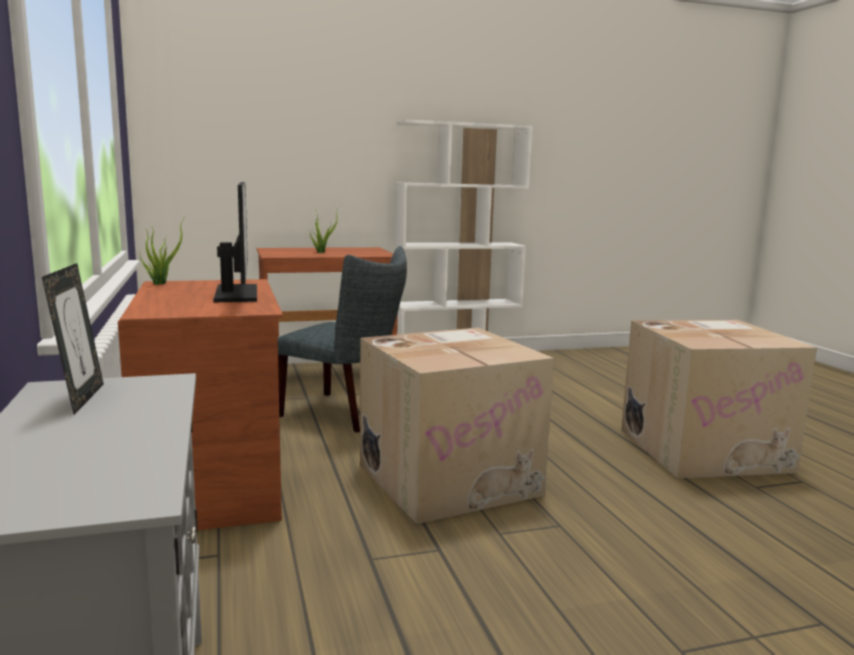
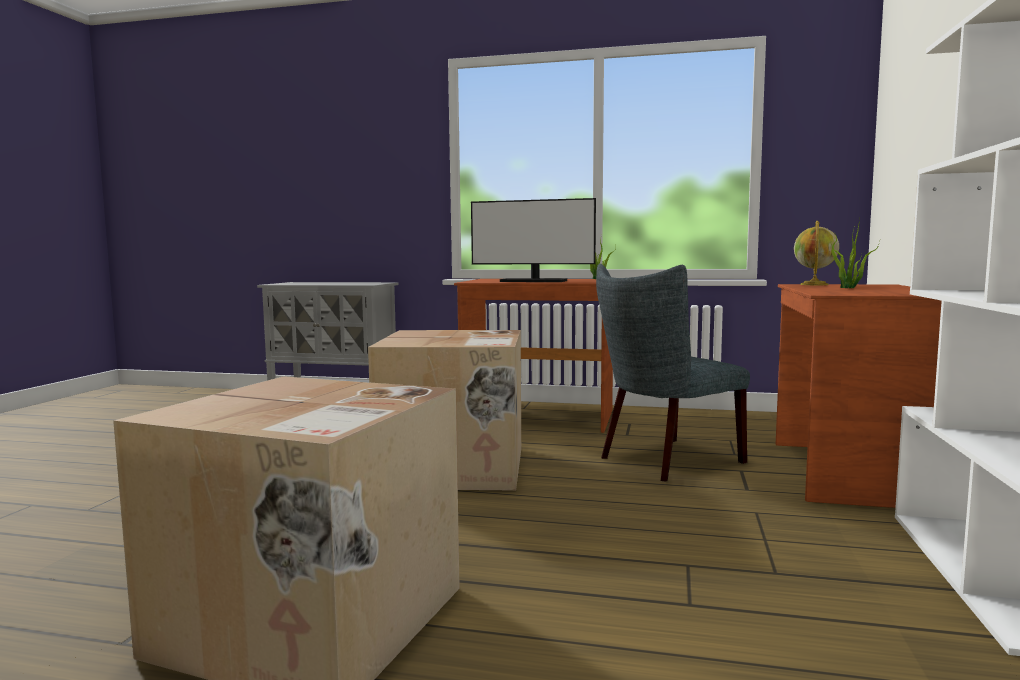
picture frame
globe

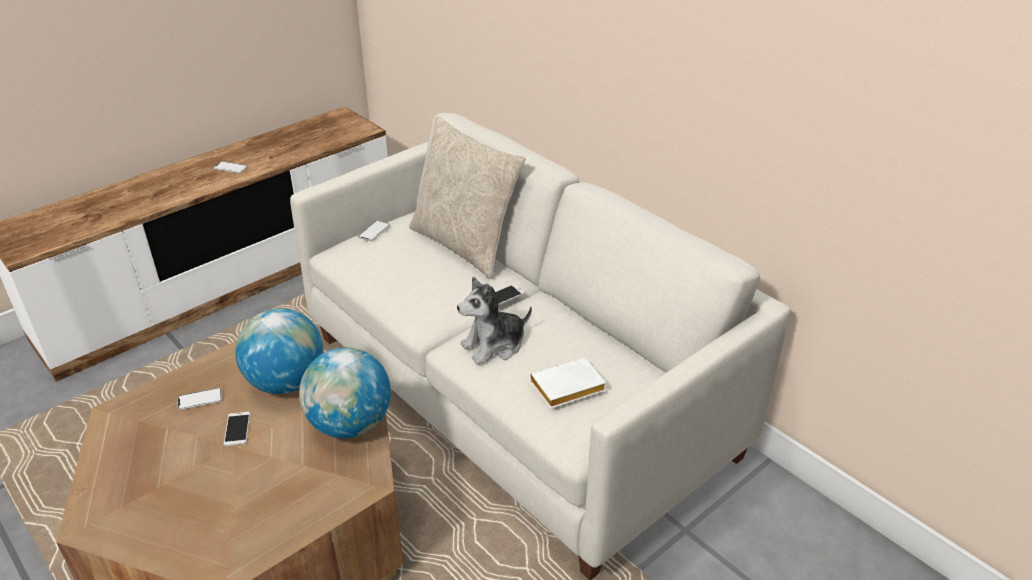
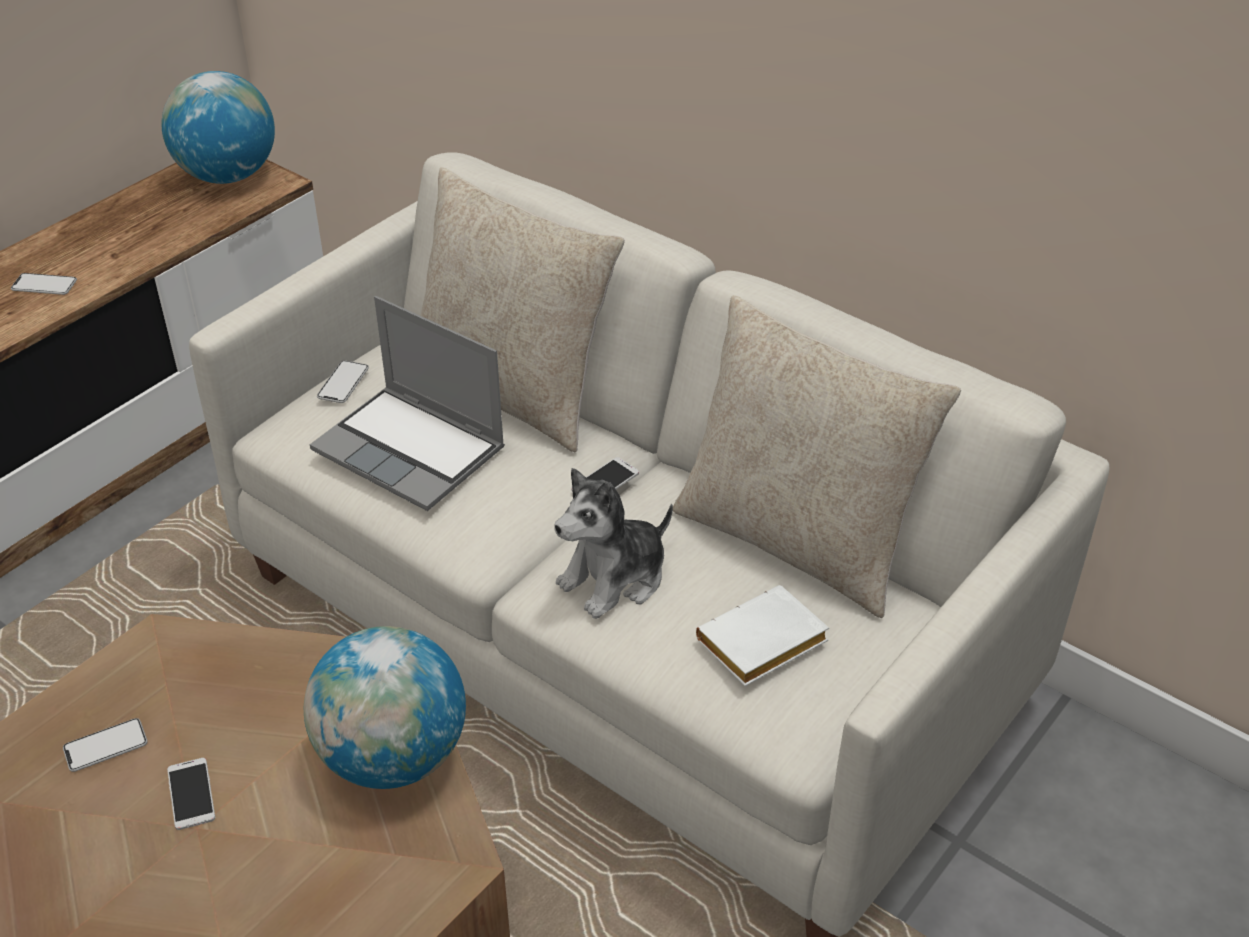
laptop
beige pillow (no. 2 from left)
globe (no. 1 from left)

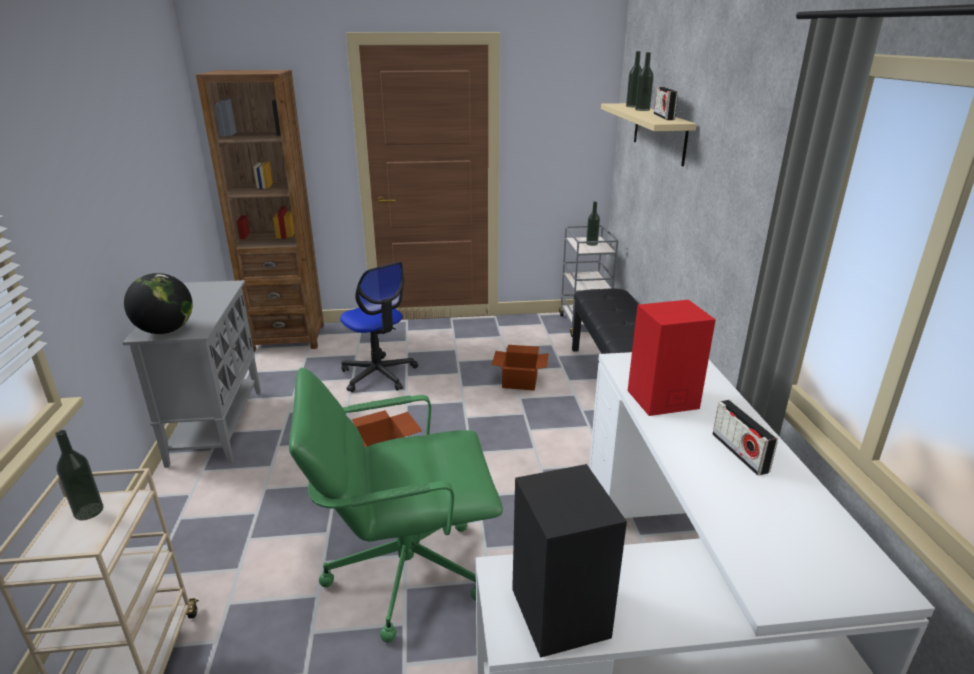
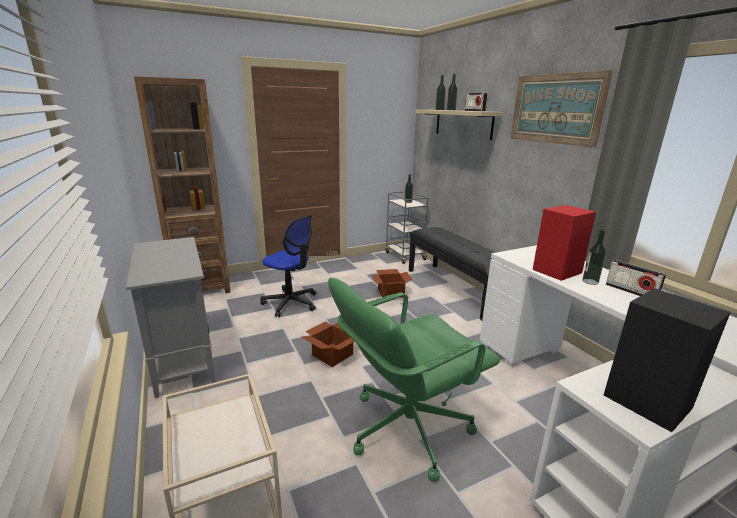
globe
picture
bottle (no. 4 from left)

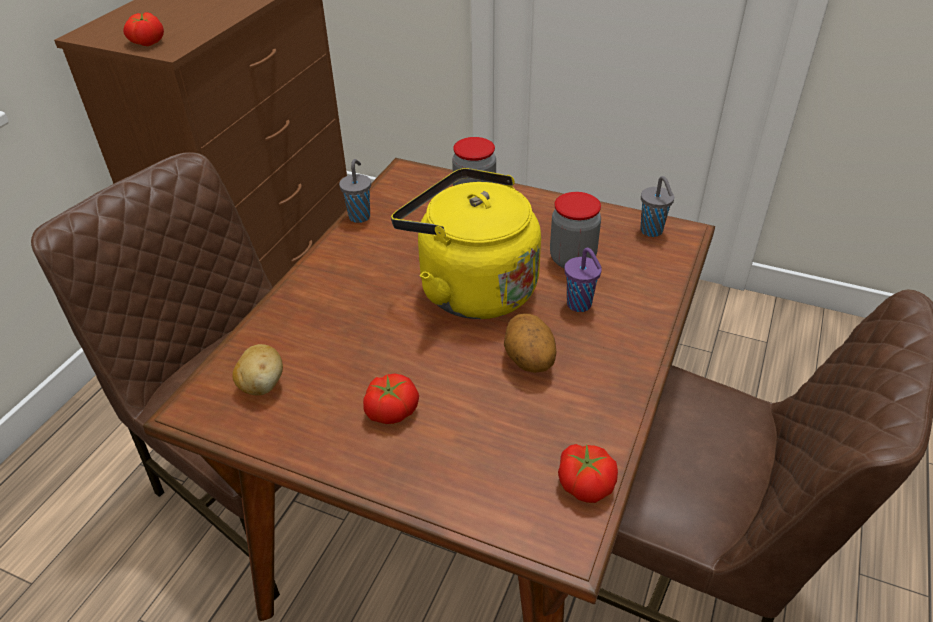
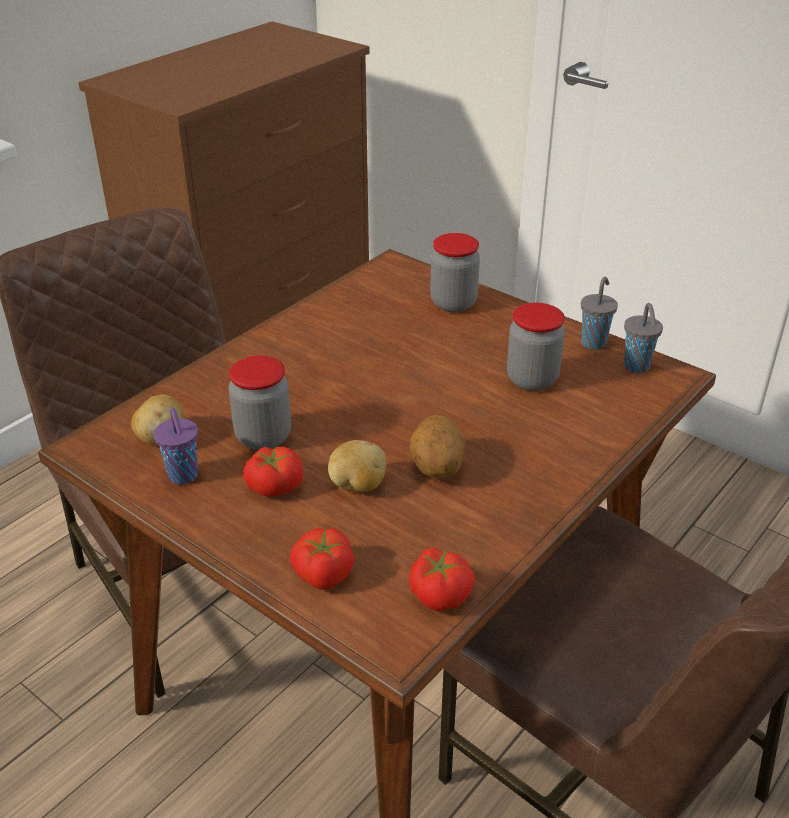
yellow kettle
jar (no. 1 from left)
potato (no. 2 from left)
tomato (no. 2 from left)
grey cup (no. 1 from left)
purple cup

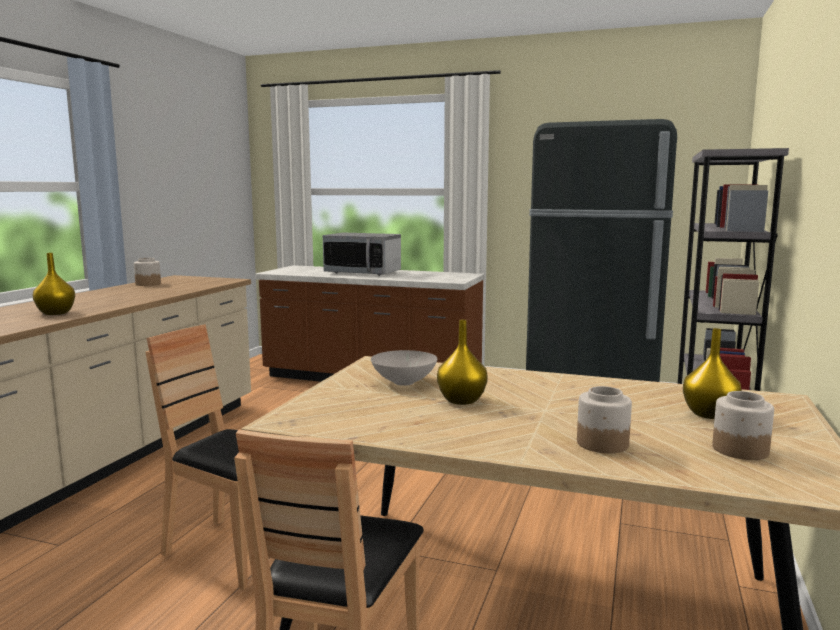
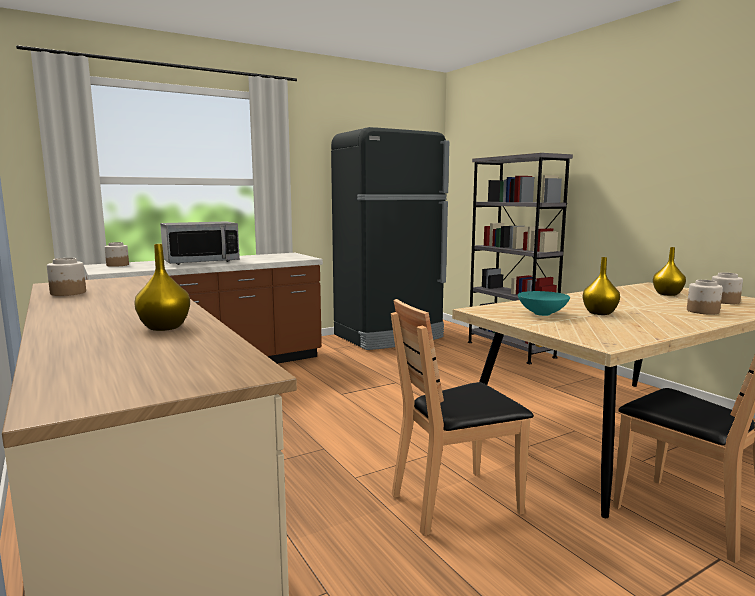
jar (no. 2 from left)
turquoise bowl

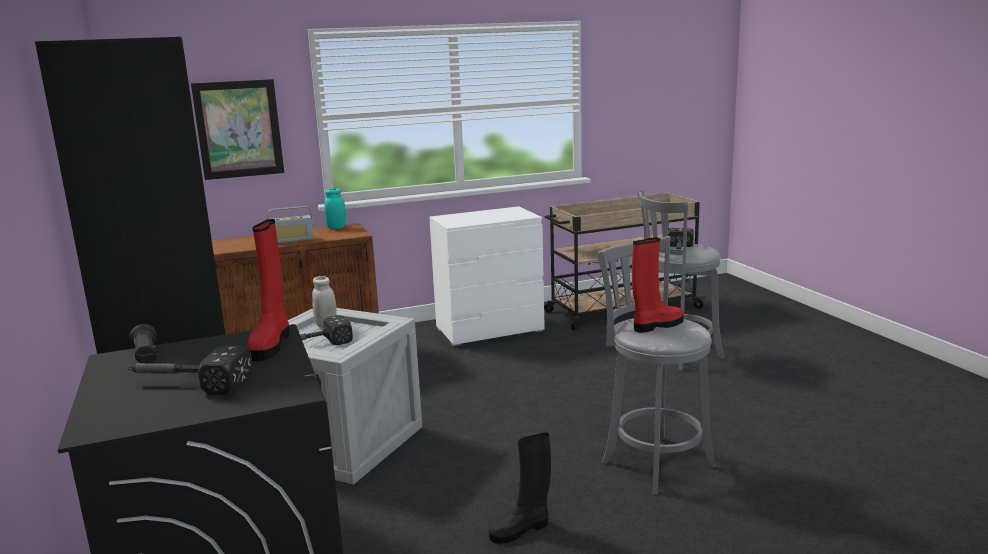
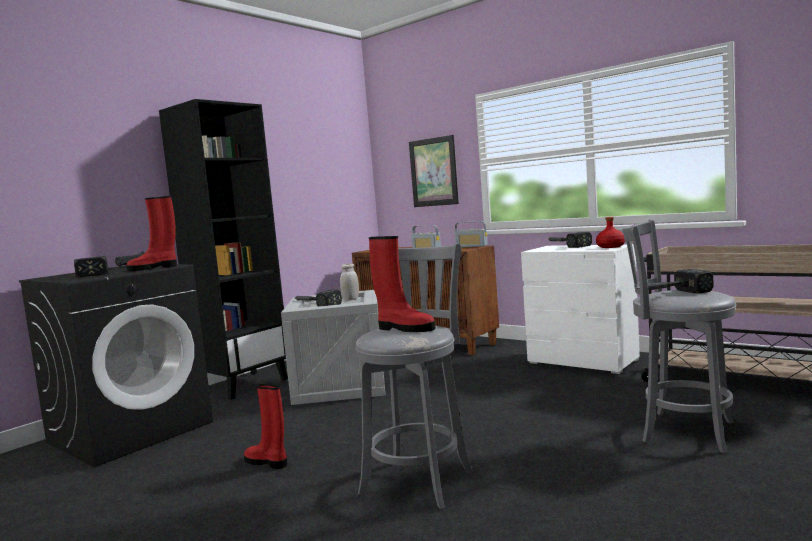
hammer (no. 3 from left)
red bottle
radio (no. 2 from left)
red boot (no. 2 from left)

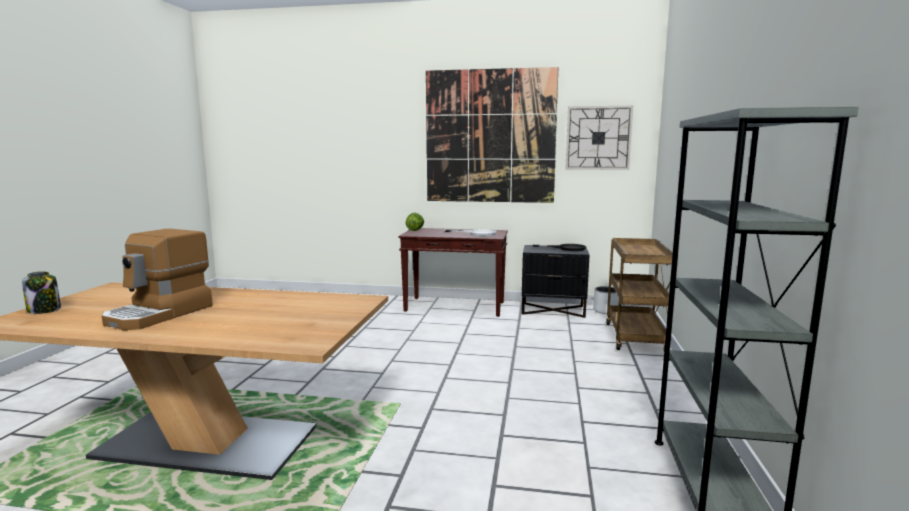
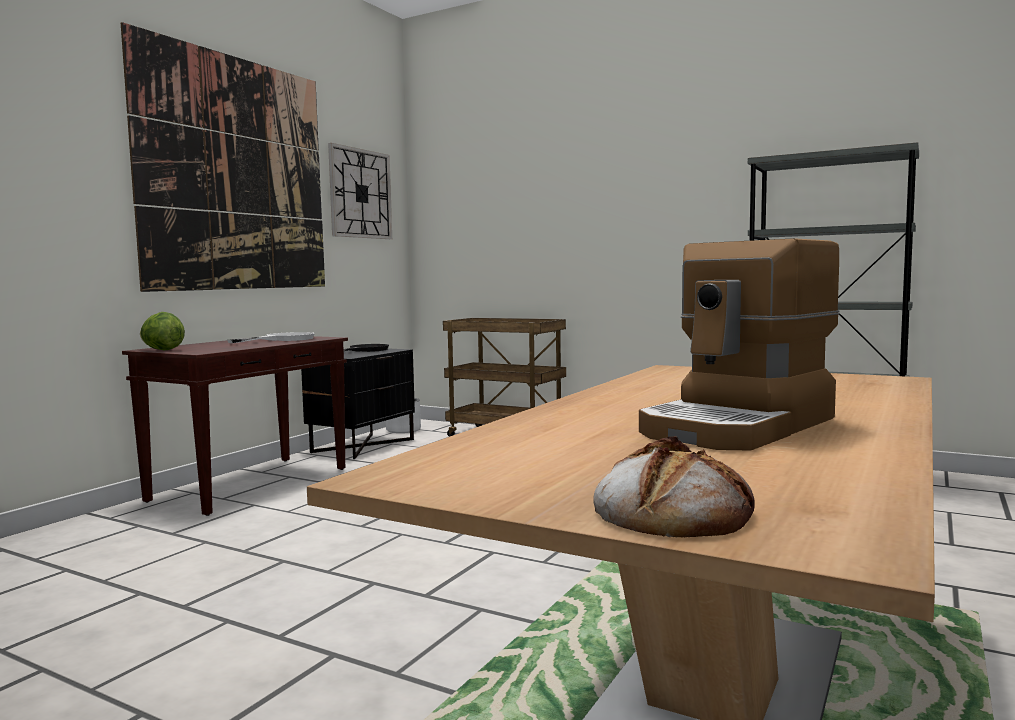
bread
coffee machine

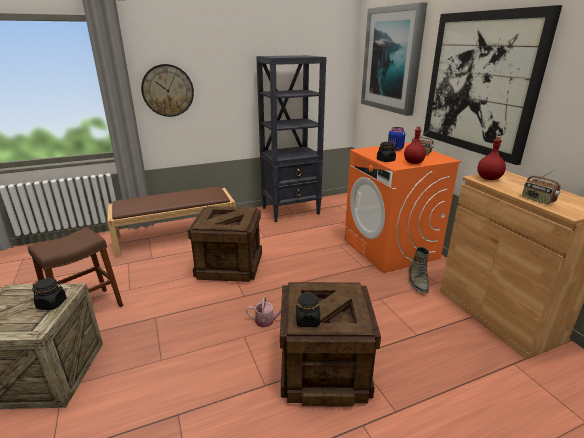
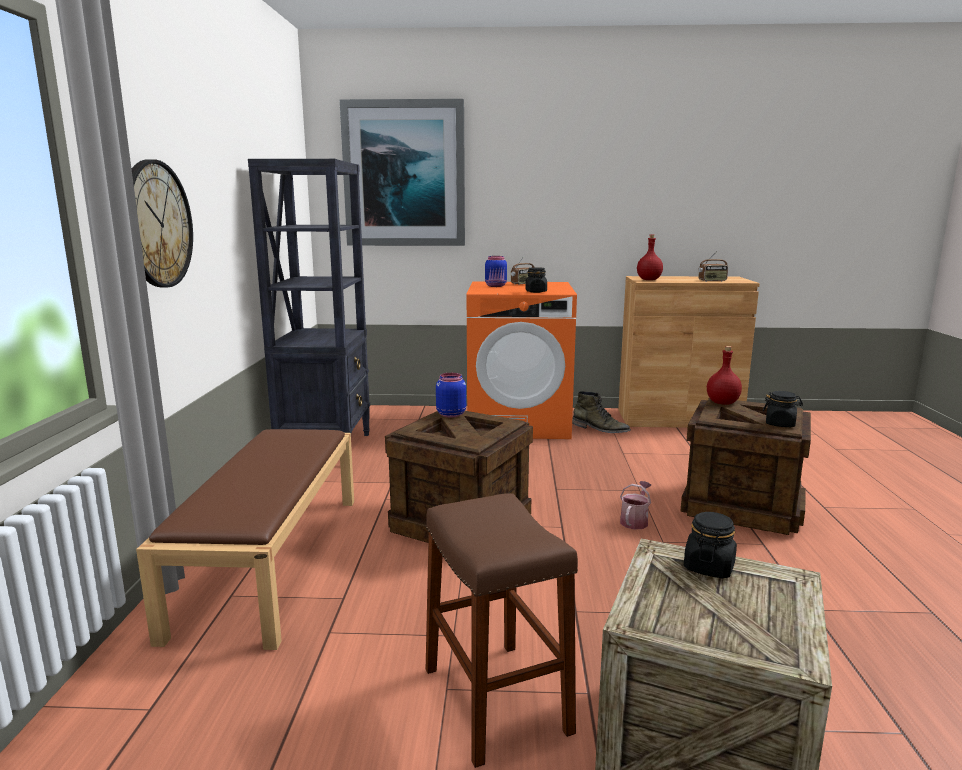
picture (no. 2 from left in the first image)
blue jar (no. 1 from left)
red bottle (no. 2 from left)

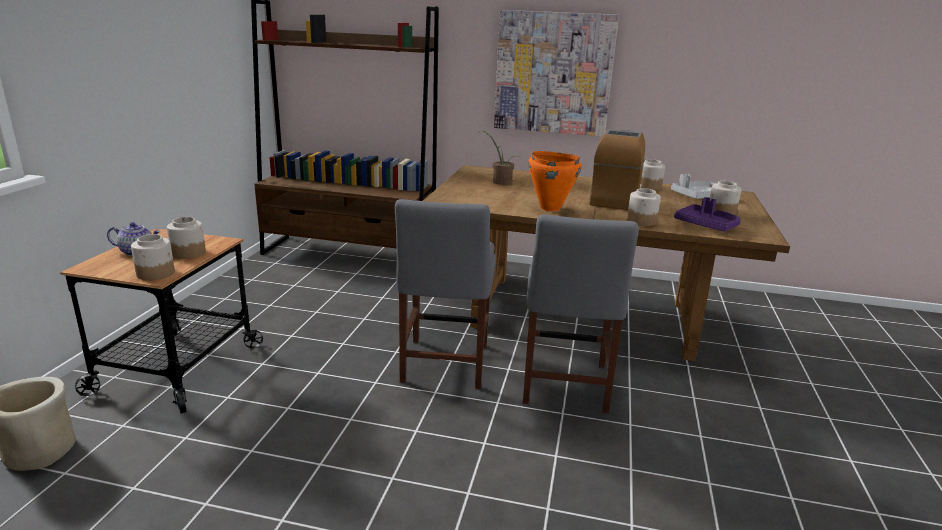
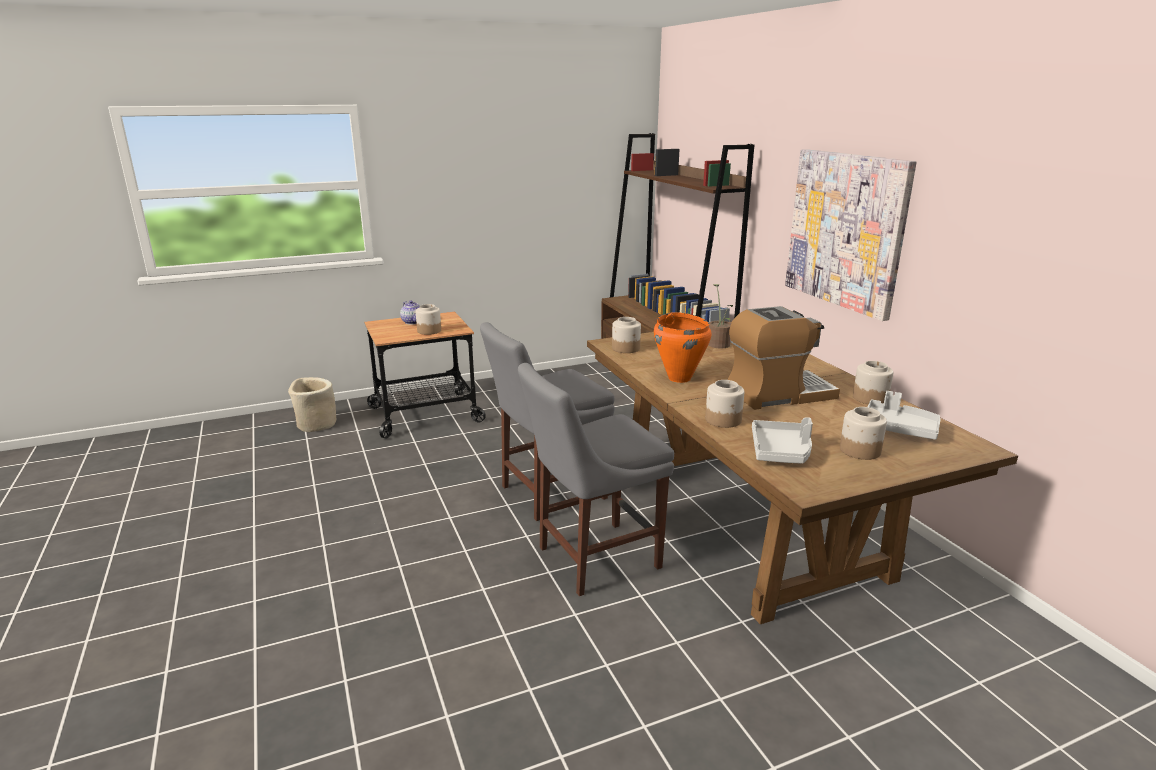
jar (no. 2 from left)
grey tray (no. 1 from left)

